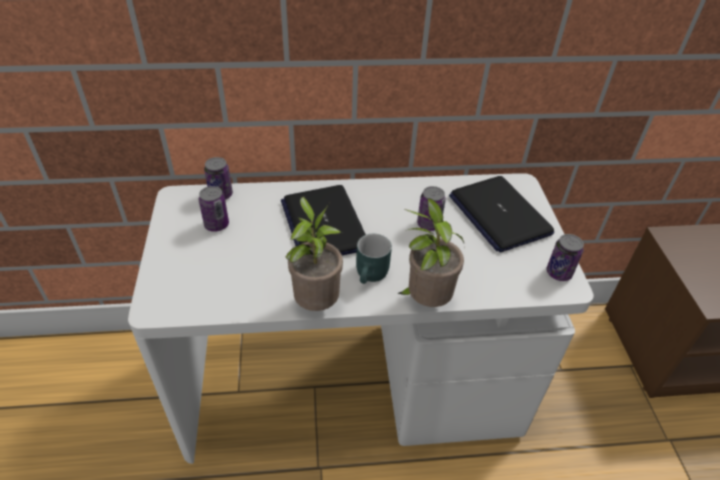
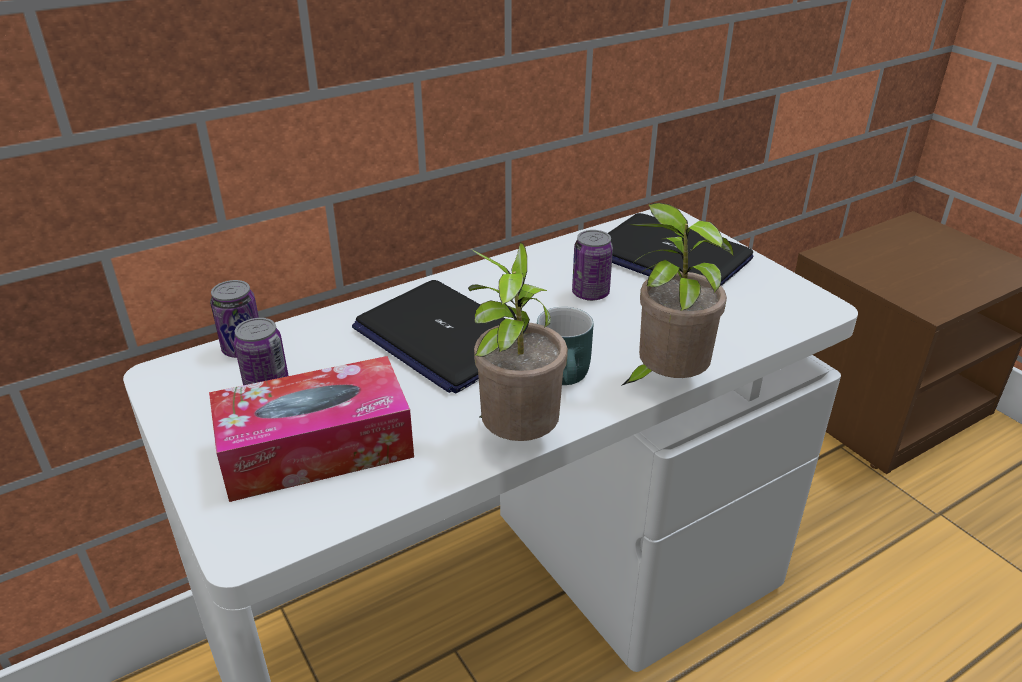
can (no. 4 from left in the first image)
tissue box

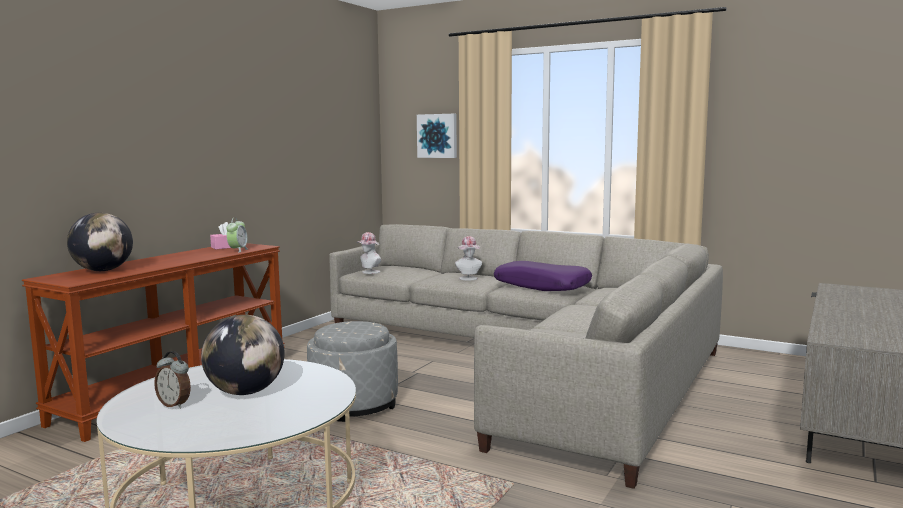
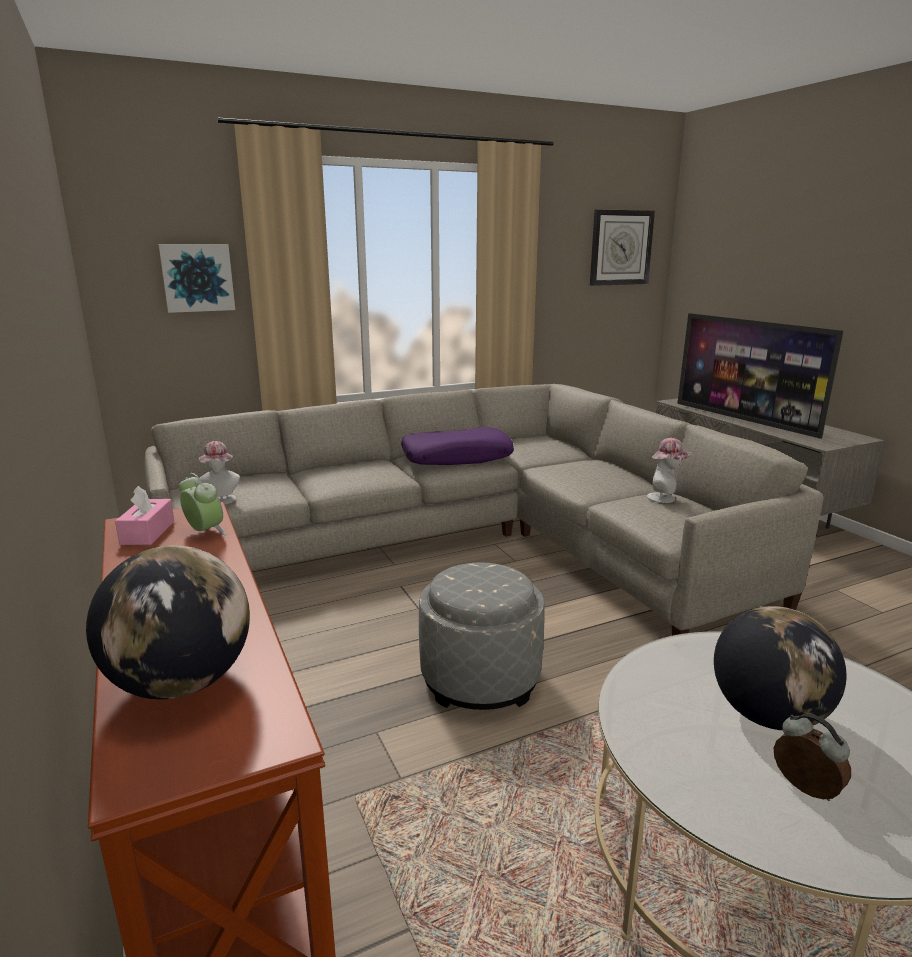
wall clock
television
hat (no. 2 from left)
alarm clock (no. 2 from left)

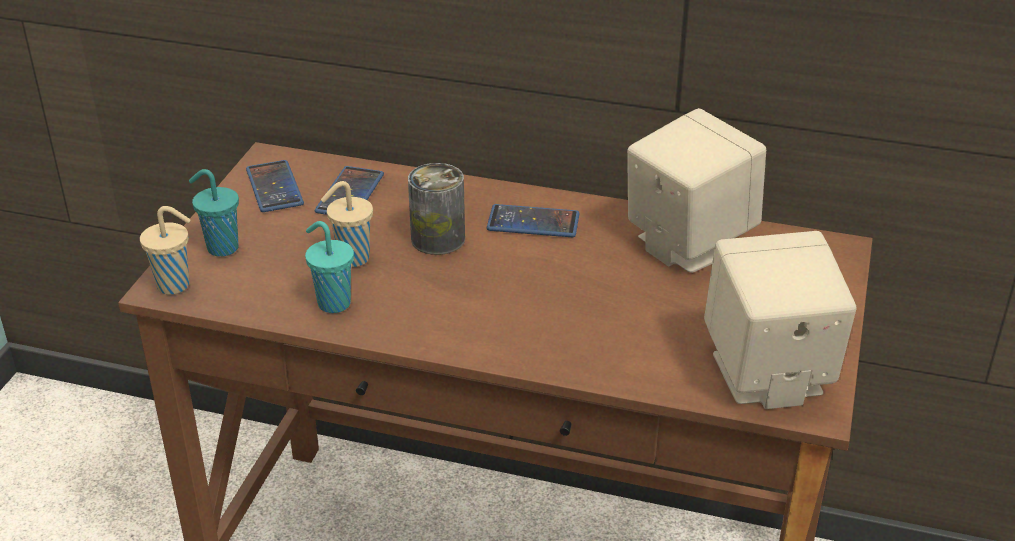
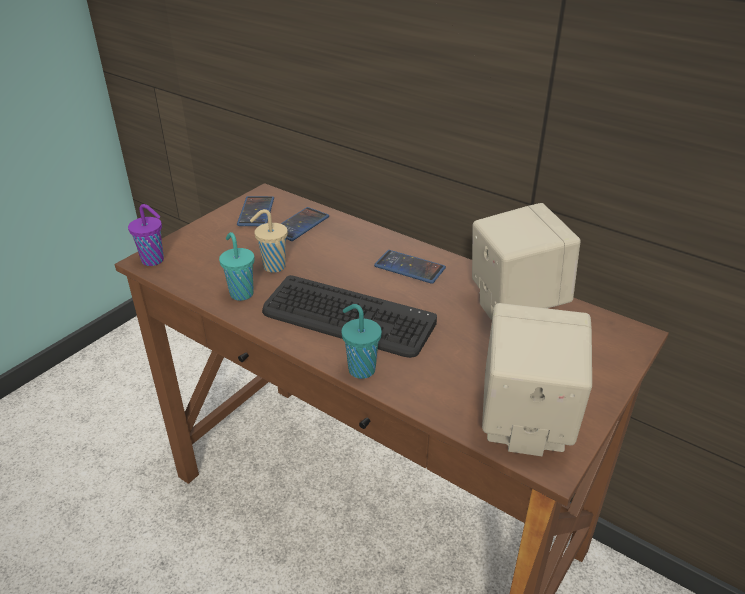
can
keyboard
turquoise cup (no. 2 from left)
purple cup

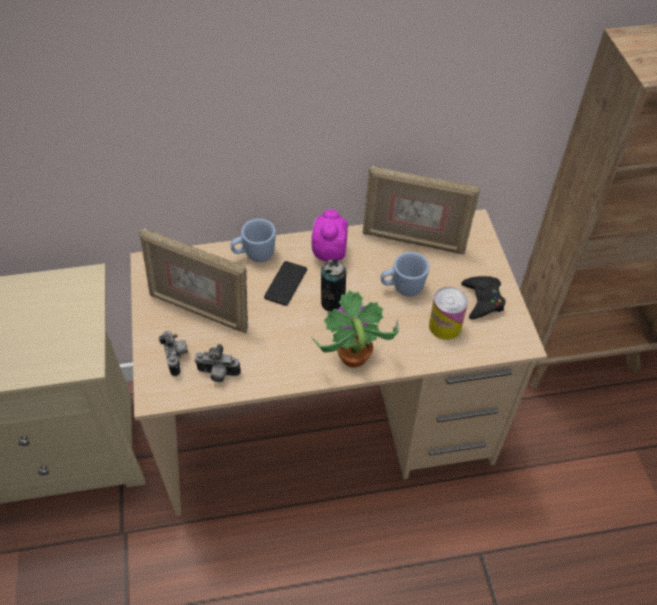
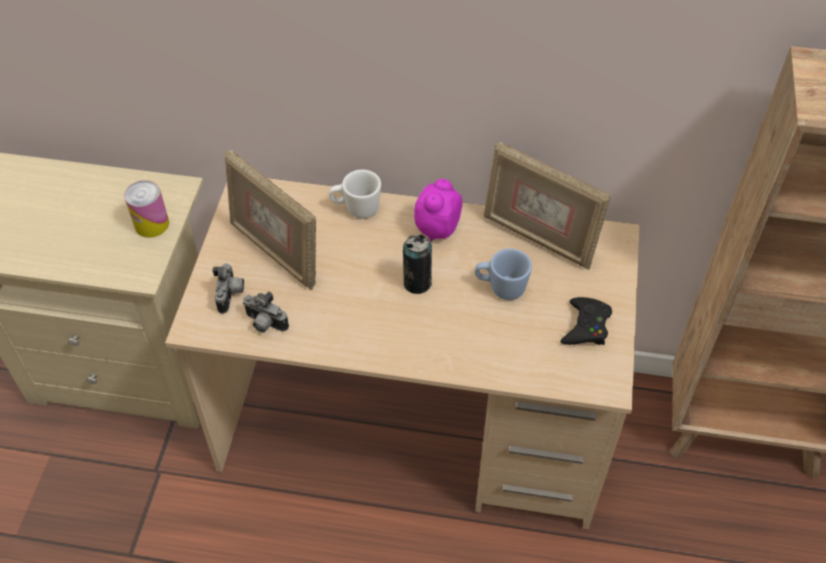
phone
potted plant
can (no. 1 from left)
white mug

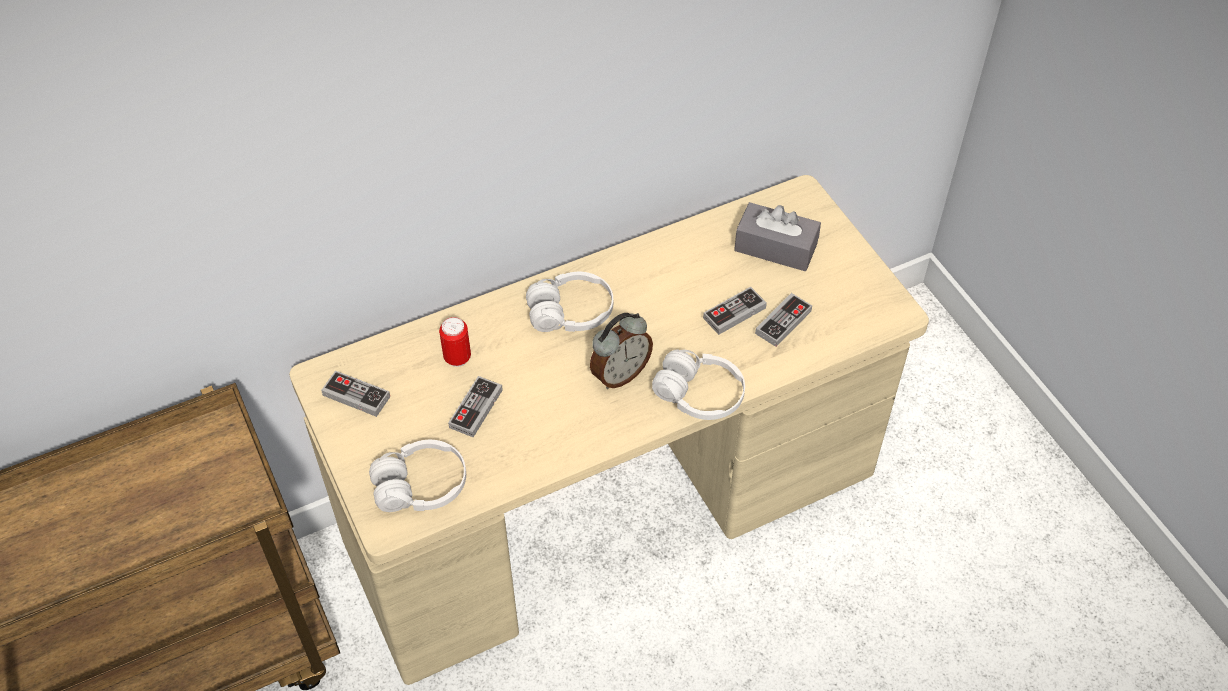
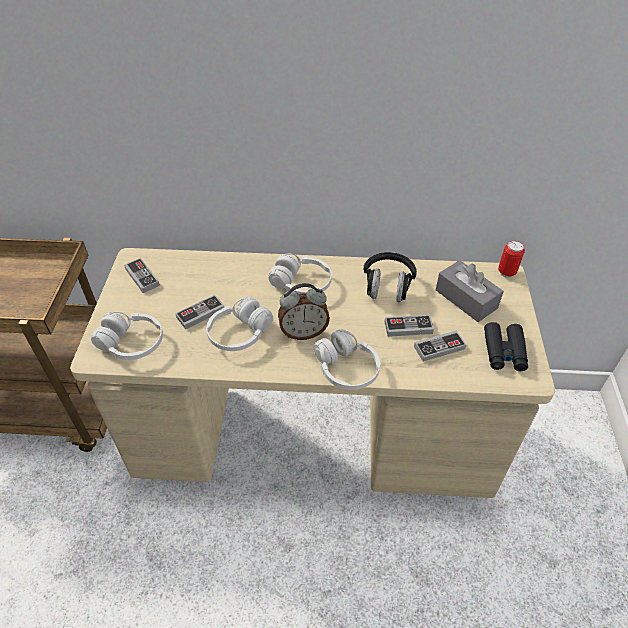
white headphones (no. 2 from left)
black headphones
black binoculars
can

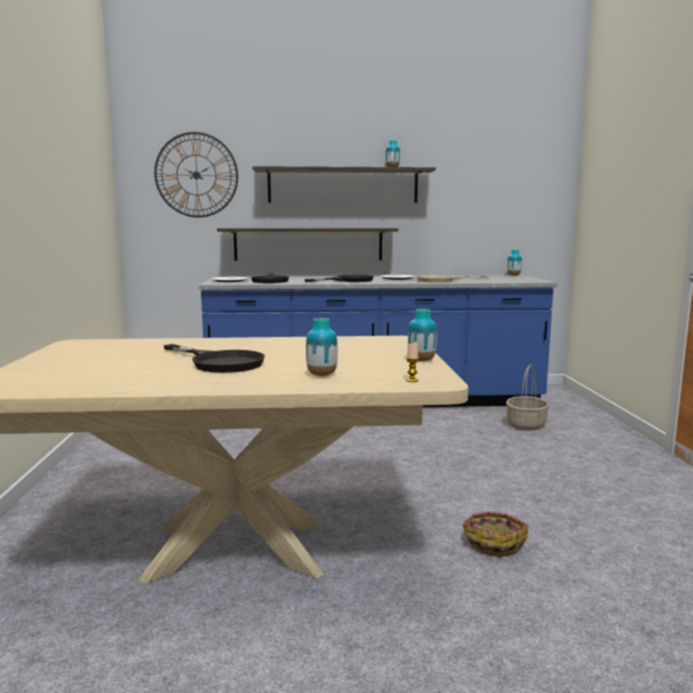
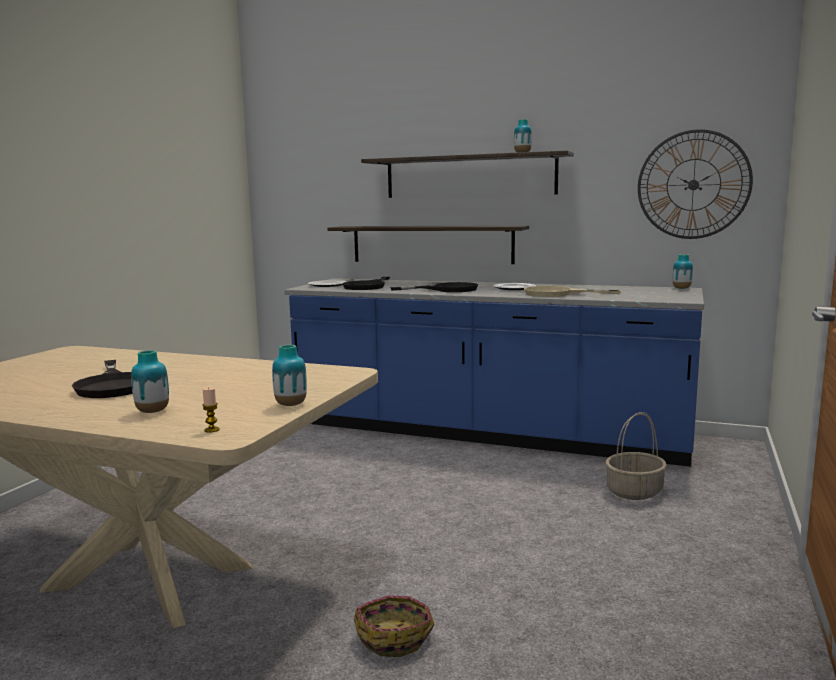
wall clock

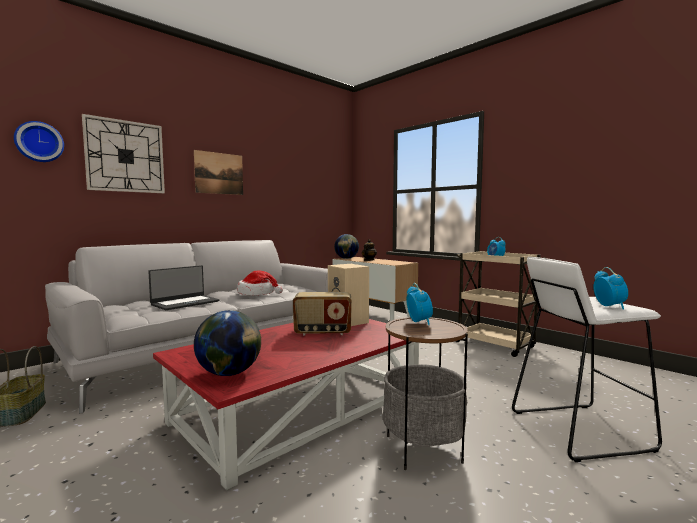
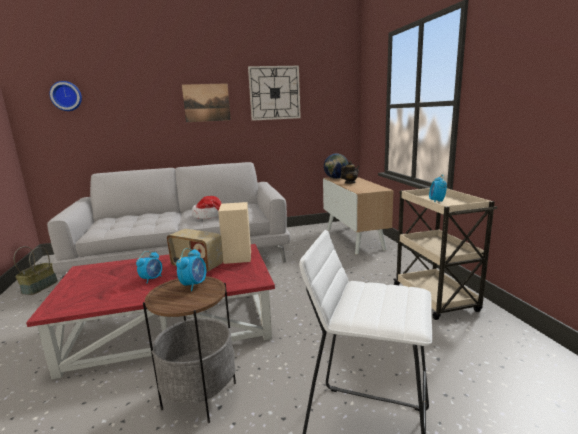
laptop
globe (no. 1 from left in the first image)
wall clock (no. 2 from left)
alarm clock (no. 1 from left)

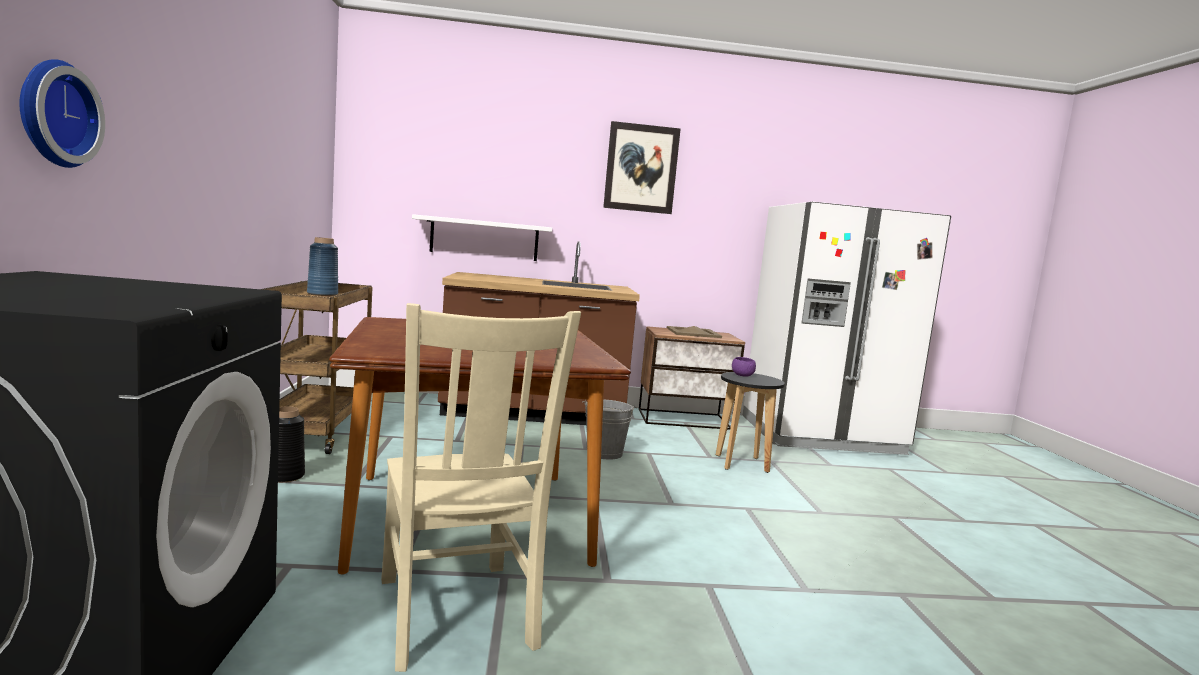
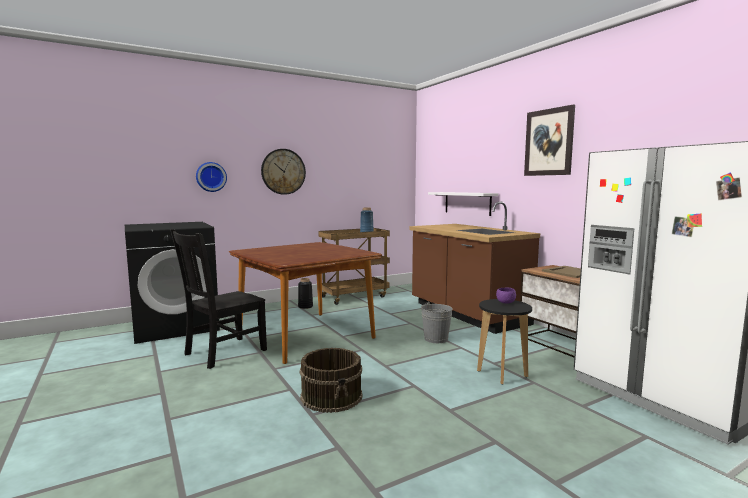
wall clock (no. 2 from left)
brown bucket
black chair

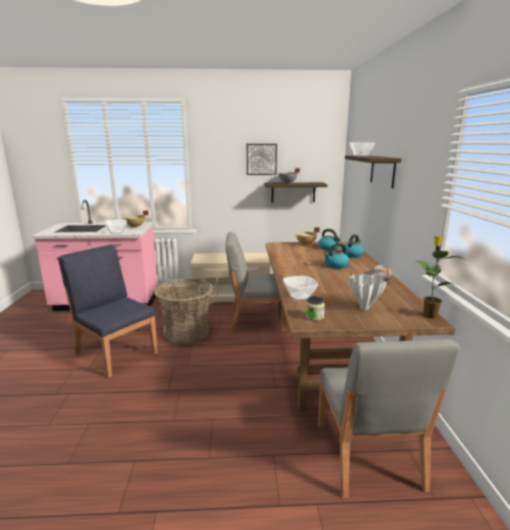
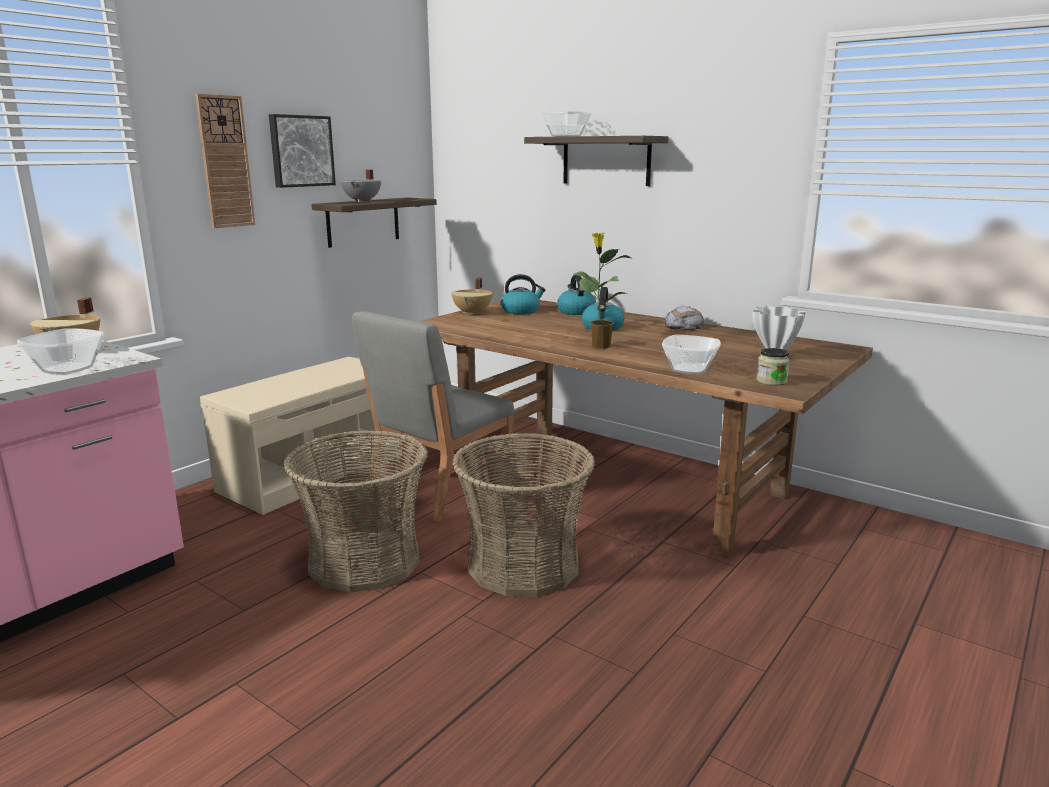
blue chair
grey chair (no. 2 from left in the first image)
wall clock
basket (no. 2 from left)
potted plant

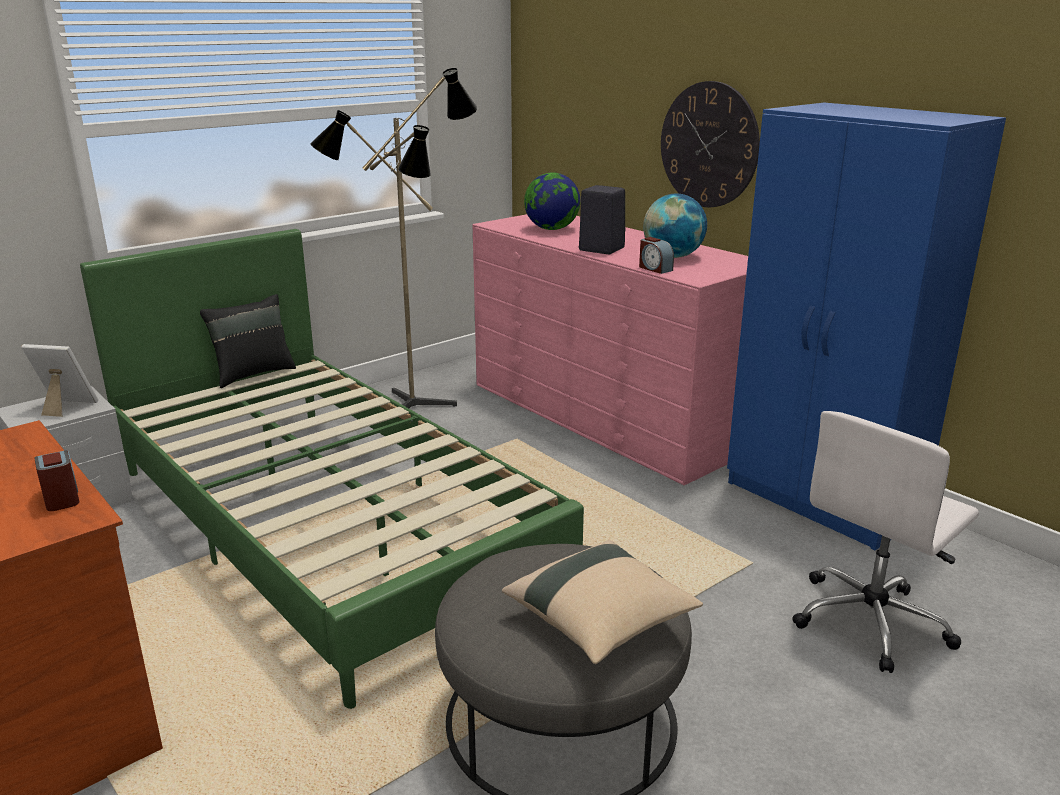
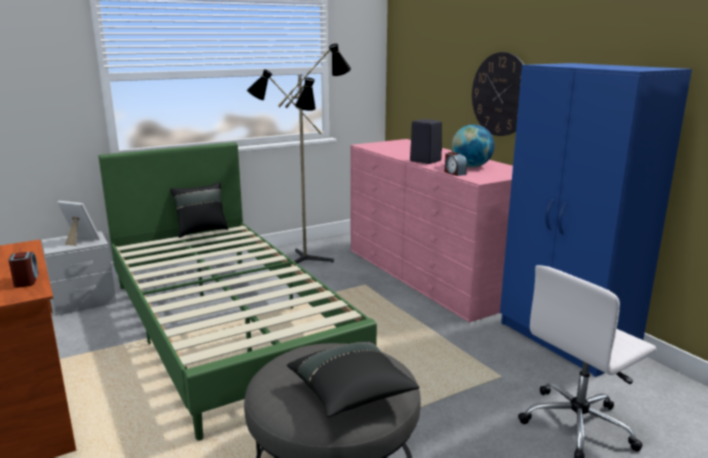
globe (no. 1 from left in the first image)
black pillow (no. 2 from left)

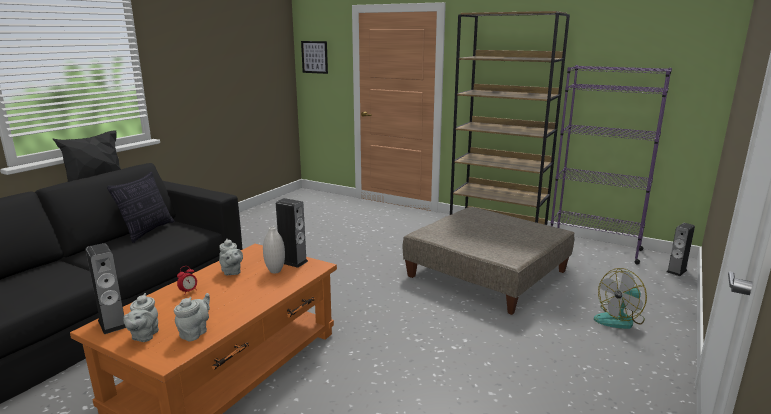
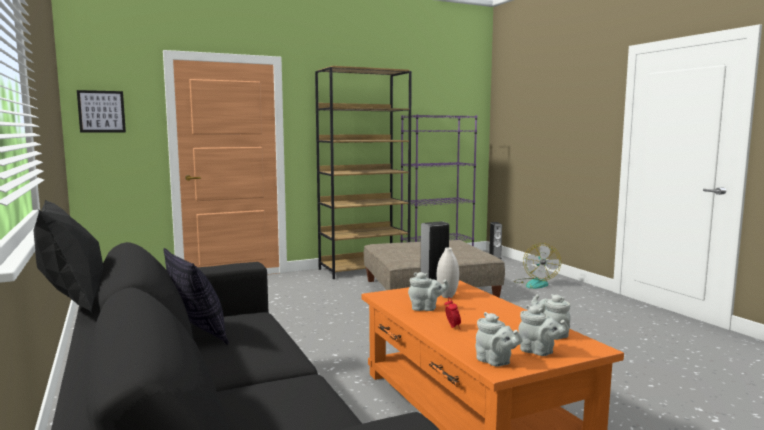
grey teapot (no. 2 from left)

